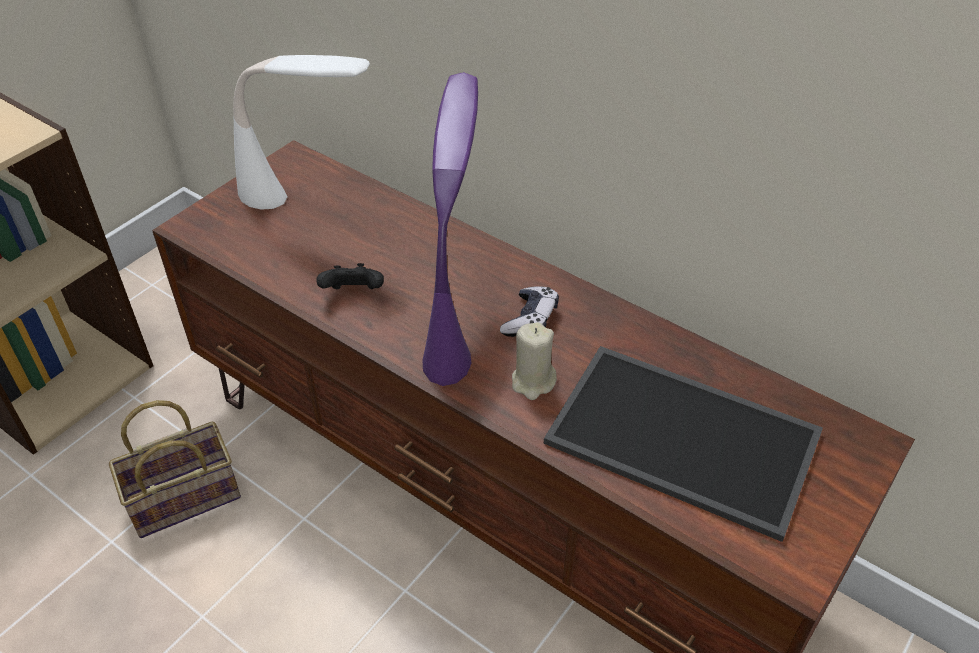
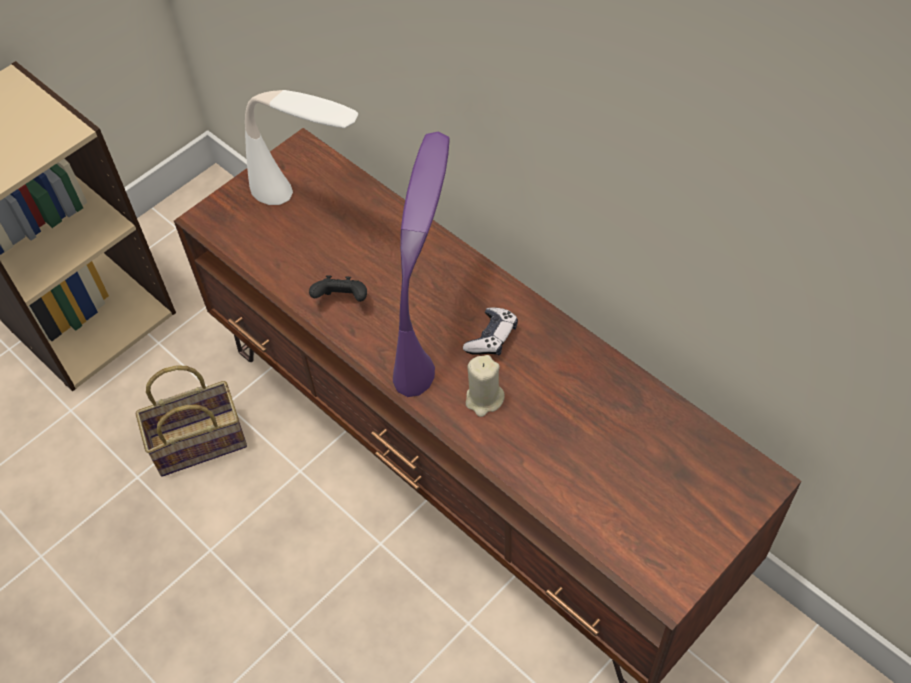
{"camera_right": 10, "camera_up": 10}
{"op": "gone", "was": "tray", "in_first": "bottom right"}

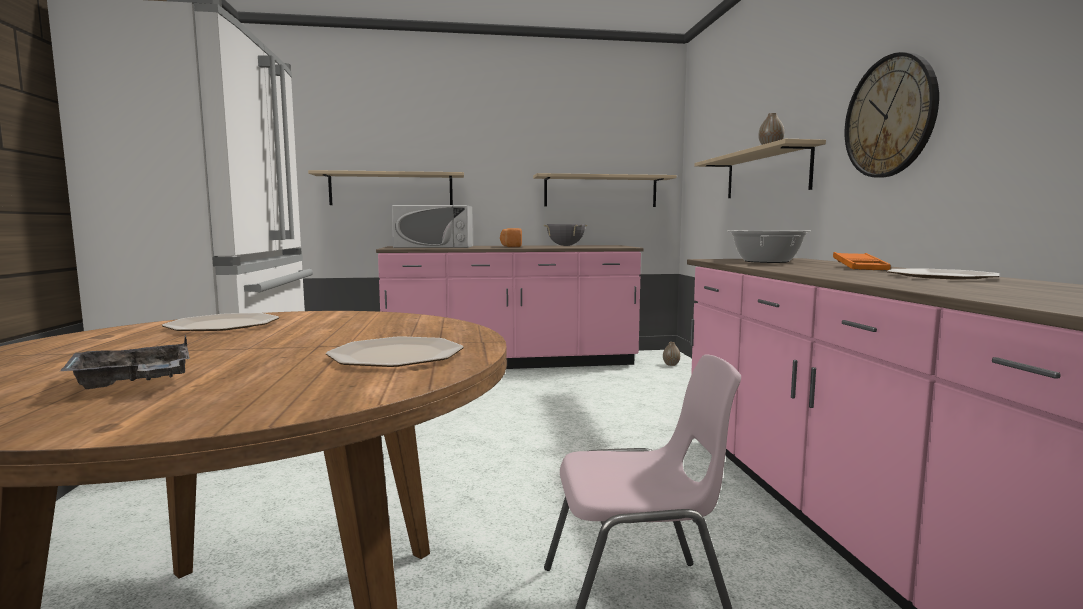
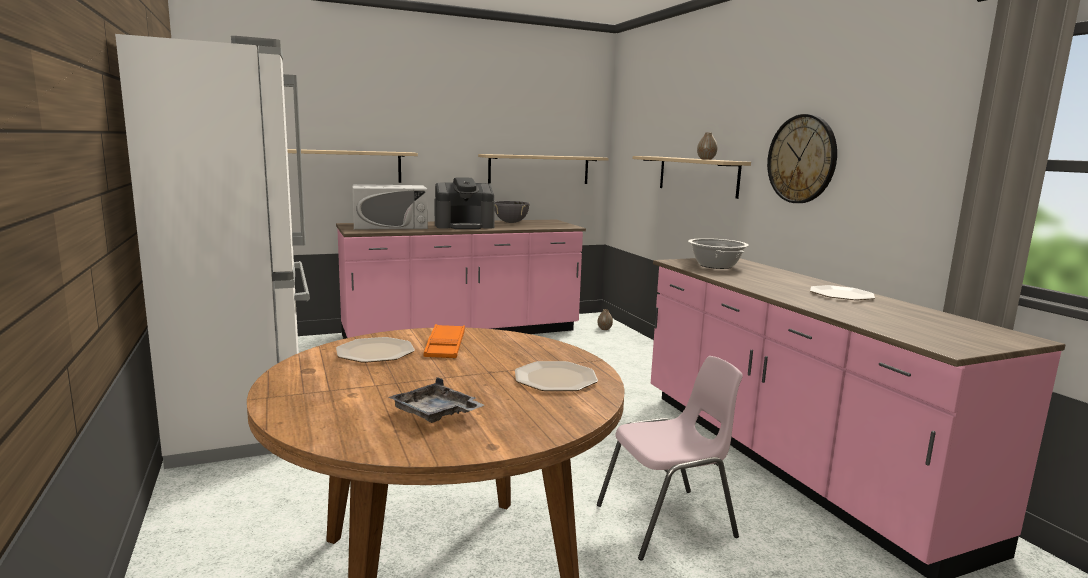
{"camera_right": -15, "camera_up": 5}
{"op": "swapped", "was": "bread", "now": "coffee machine", "in_first": "centre", "in_second": "centre"}
{"op": "shifted", "was": "orange tray", "in_first": "middle right", "in_second": "centre"}

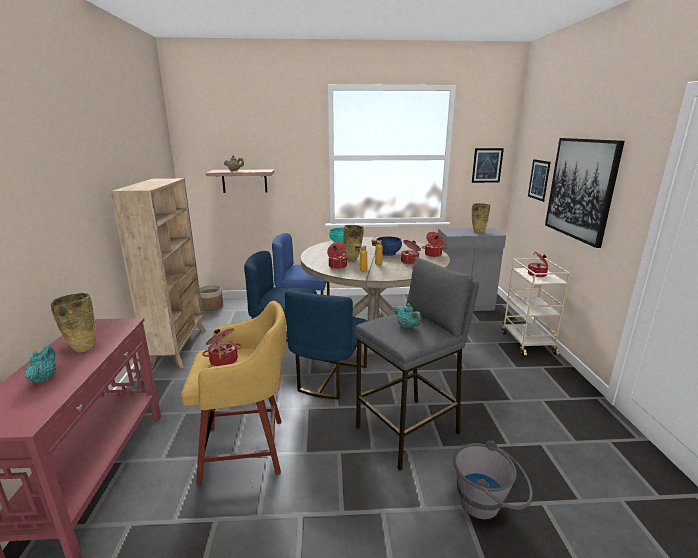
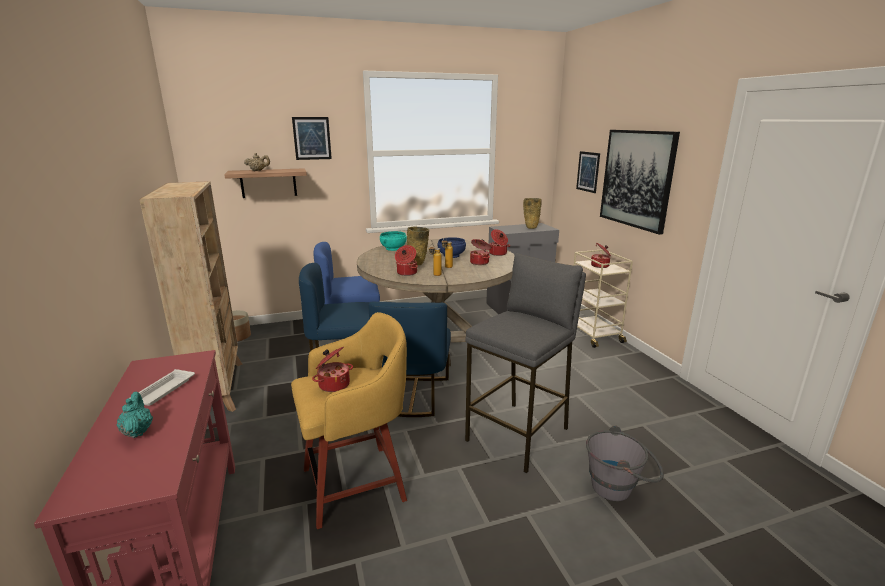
{"camera_right": -15, "camera_up": 0}
{"op": "shifted", "was": "picture (no. 1 from left)", "in_first": "top right", "in_second": "top centre"}
{"op": "swapped", "was": "beige vase (no. 1 from left)", "now": "white tray", "in_first": "middle left", "in_second": "middle left"}
{"op": "gone", "was": "turquoise teapot (no. 2 from left)", "in_first": "centre"}

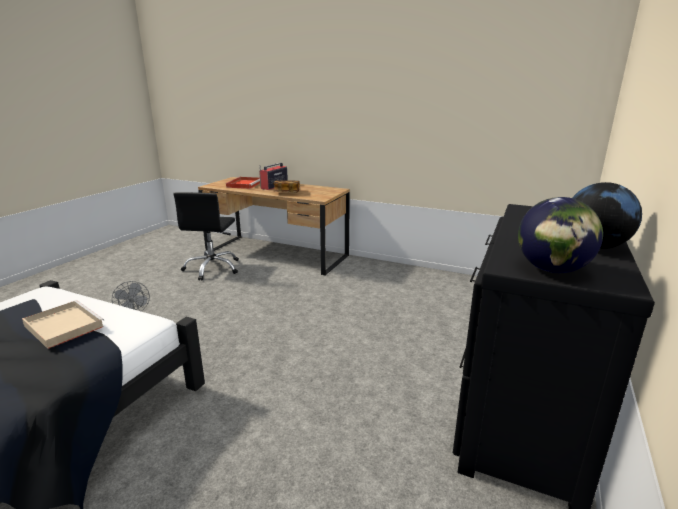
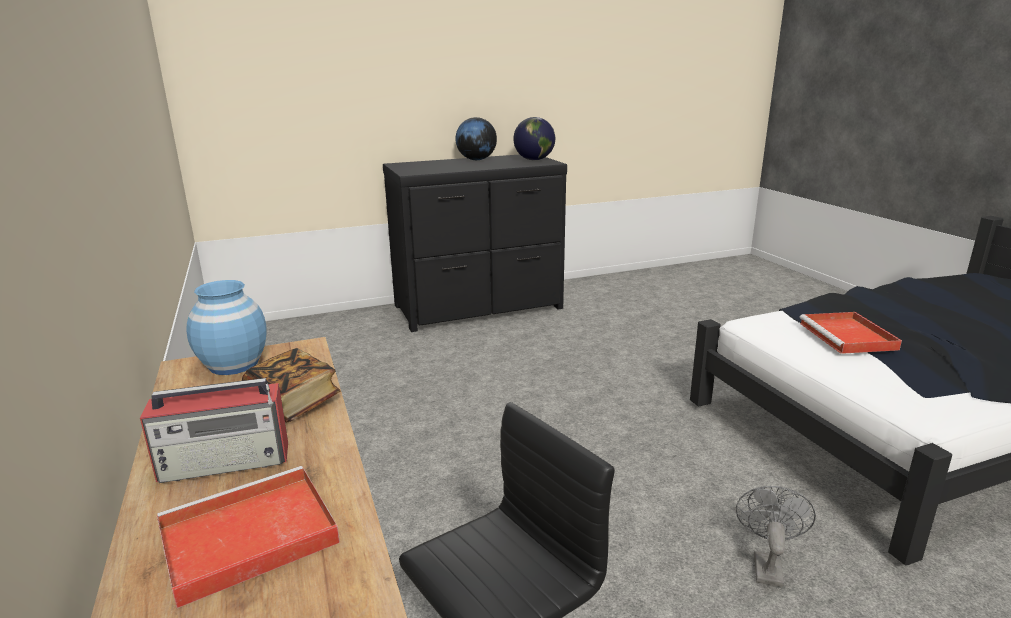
{"camera_right": -135, "camera_up": 0}
{"op": "repainted", "was": "beige tray", "now": "red tray (no. 2 from left)", "in_first": "middle left", "in_second": "middle right"}
{"op": "new", "now": "blue vase", "in_second": "middle left"}

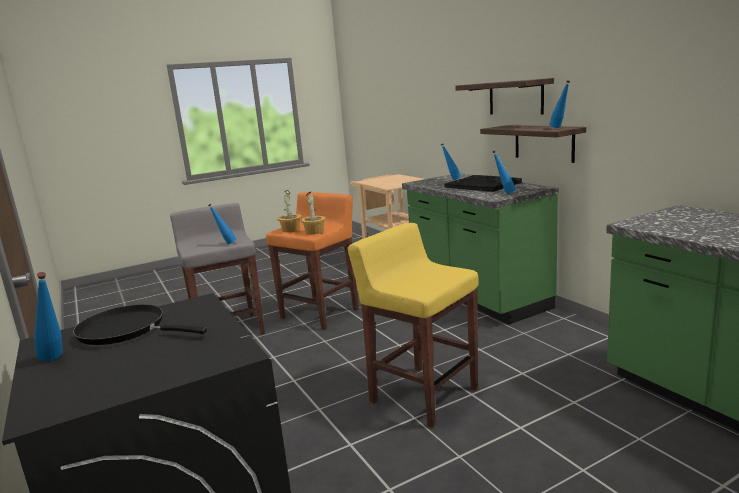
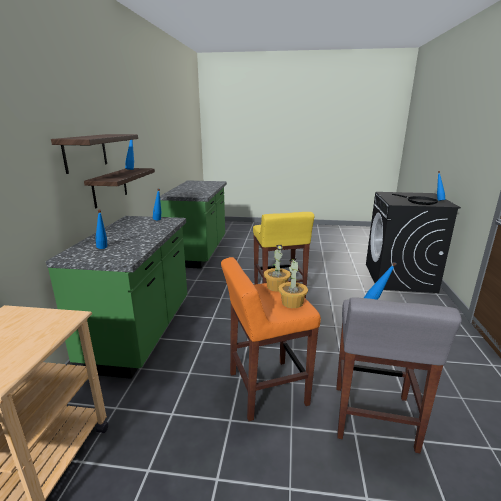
{"camera_right": -145, "camera_up": 5}
{"op": "gone", "was": "black tray", "in_first": "centre"}

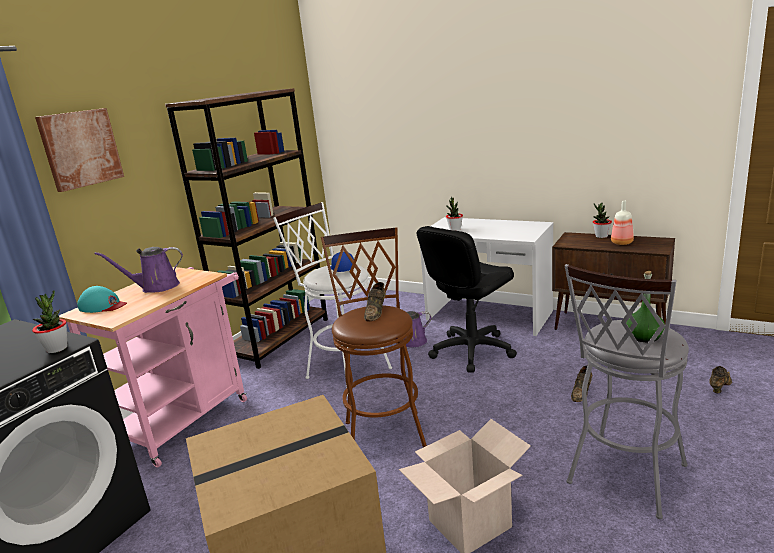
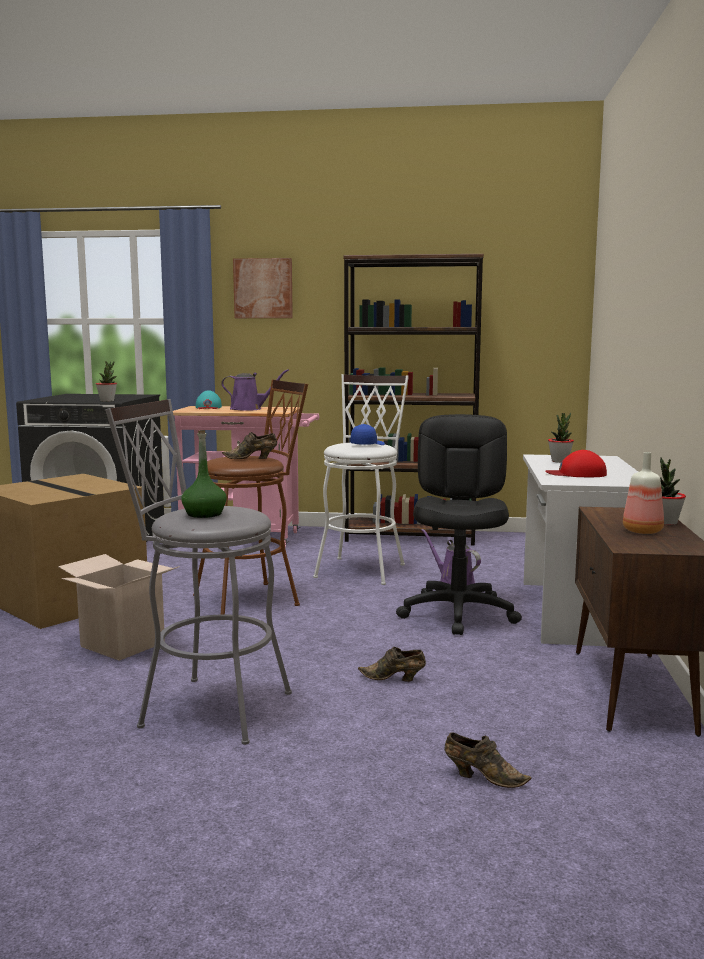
{"camera_right": 65, "camera_up": -10}
{"op": "rotated", "was": "black office chair", "in_first": "centre", "in_second": "centre", "clockwise": 75}
{"op": "rotated", "was": "purple watering can (no. 1 from left)", "in_first": "middle left", "in_second": "centre", "clockwise": 135}
{"op": "new", "now": "red cap", "in_second": "middle right"}

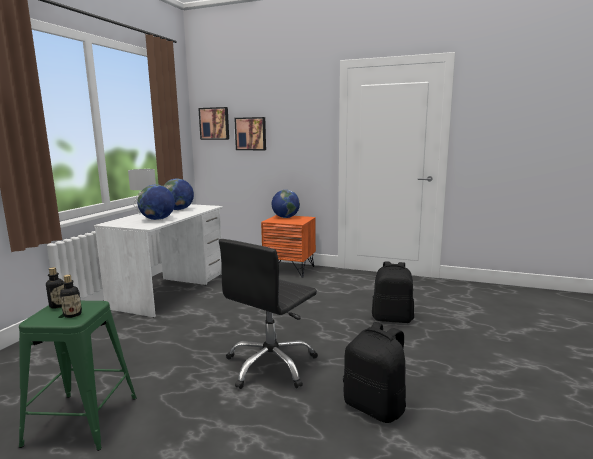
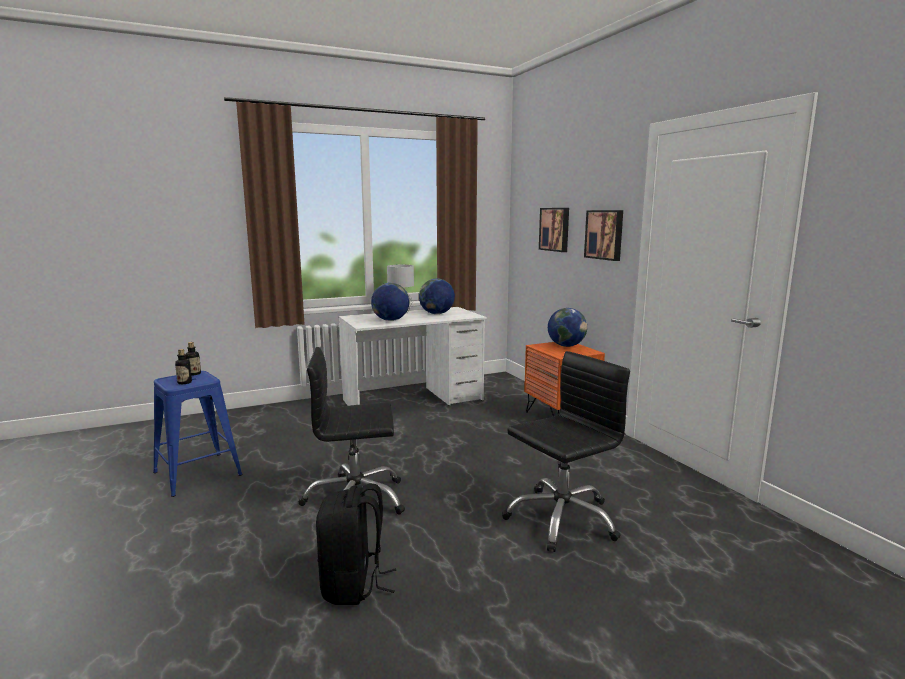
{"camera_right": 45, "camera_up": 0}
{"op": "shifted", "was": "picture (no. 1 from left in the first image)", "now": "picture (no. 2 from left)", "in_first": "top centre", "in_second": "centre"}
{"op": "swapped", "was": "black backpack (no. 2 from left)", "now": "black office chair (no. 2 from left)", "in_first": "centre", "in_second": "centre"}
{"op": "repainted", "was": "green stool", "now": "blue stool", "in_first": "bottom left", "in_second": "middle left"}

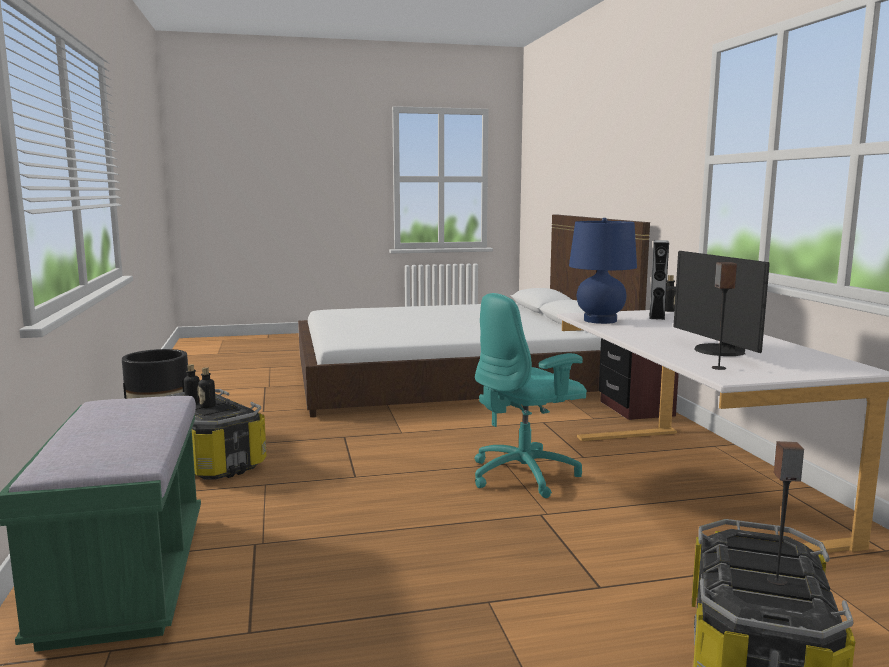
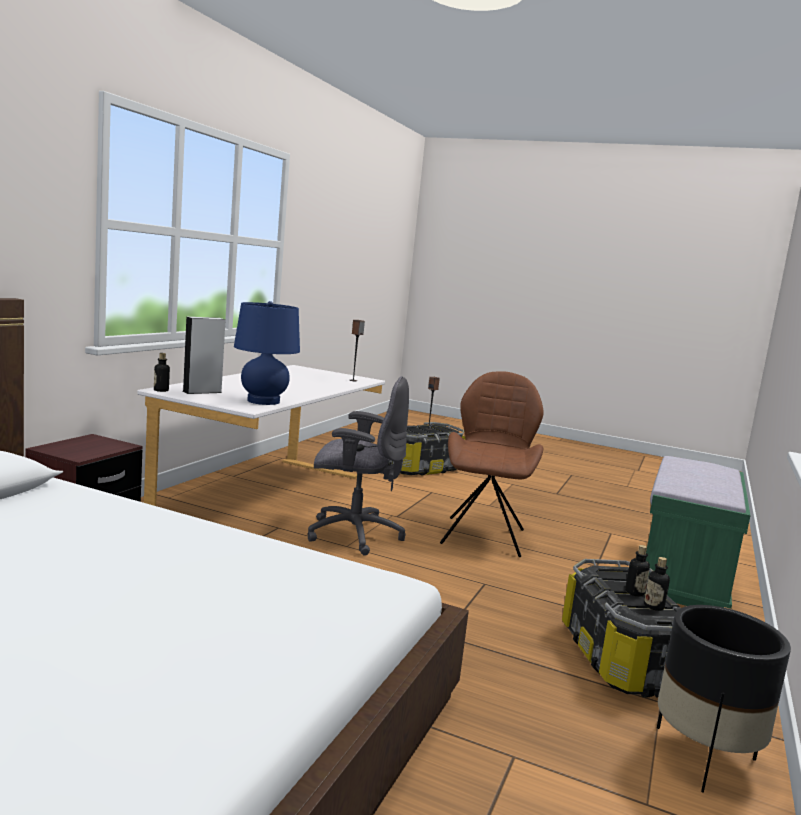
{"camera_right": -145, "camera_up": 0}
{"op": "gone", "was": "monitor", "in_first": "middle right"}
{"op": "repainted", "was": "turquoise office chair", "now": "grey office chair", "in_first": "centre", "in_second": "centre"}
{"op": "new", "now": "brown chair", "in_second": "centre"}

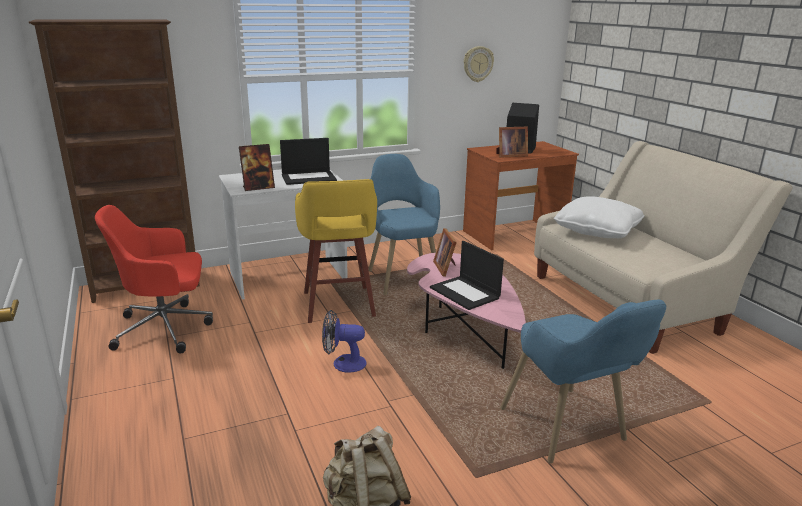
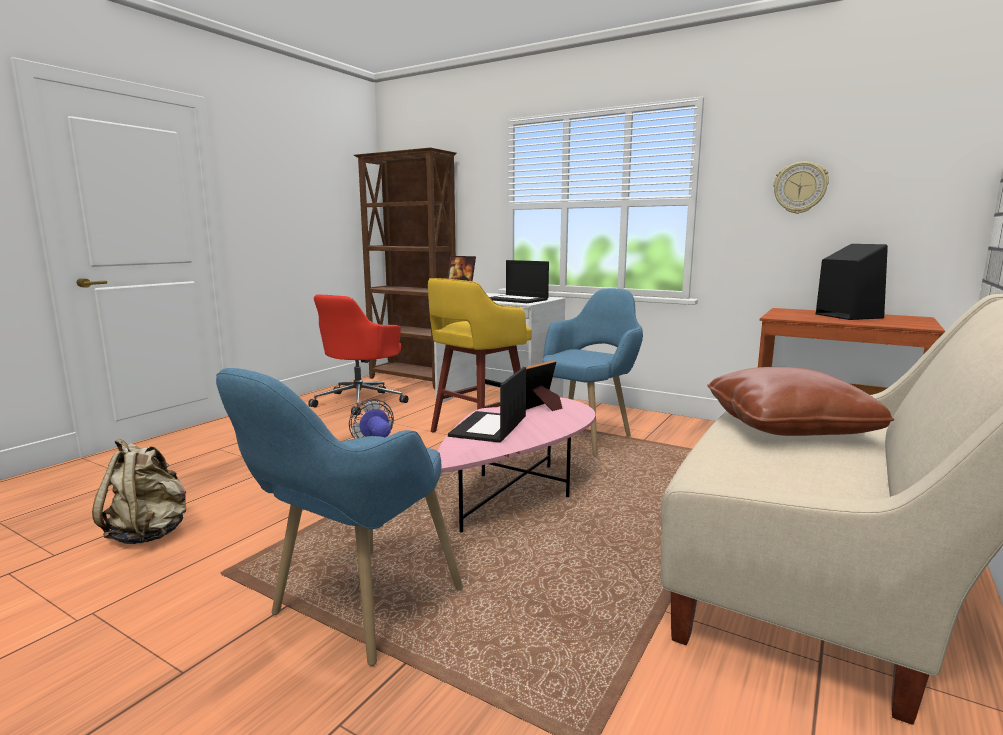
{"camera_right": 55, "camera_up": -10}
{"op": "gone", "was": "picture frame (no. 3 from left)", "in_first": "top centre"}
{"op": "repainted", "was": "white pillow", "now": "brown pillow", "in_first": "middle right", "in_second": "middle right"}
{"op": "rotated", "was": "red office chair", "in_first": "middle left", "in_second": "centre", "clockwise": -105}

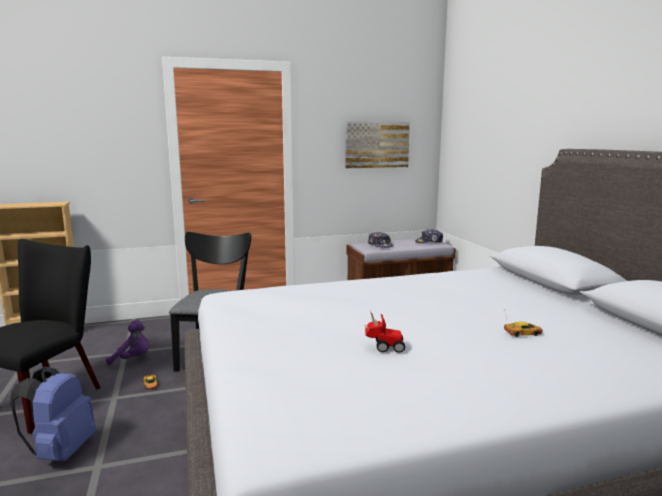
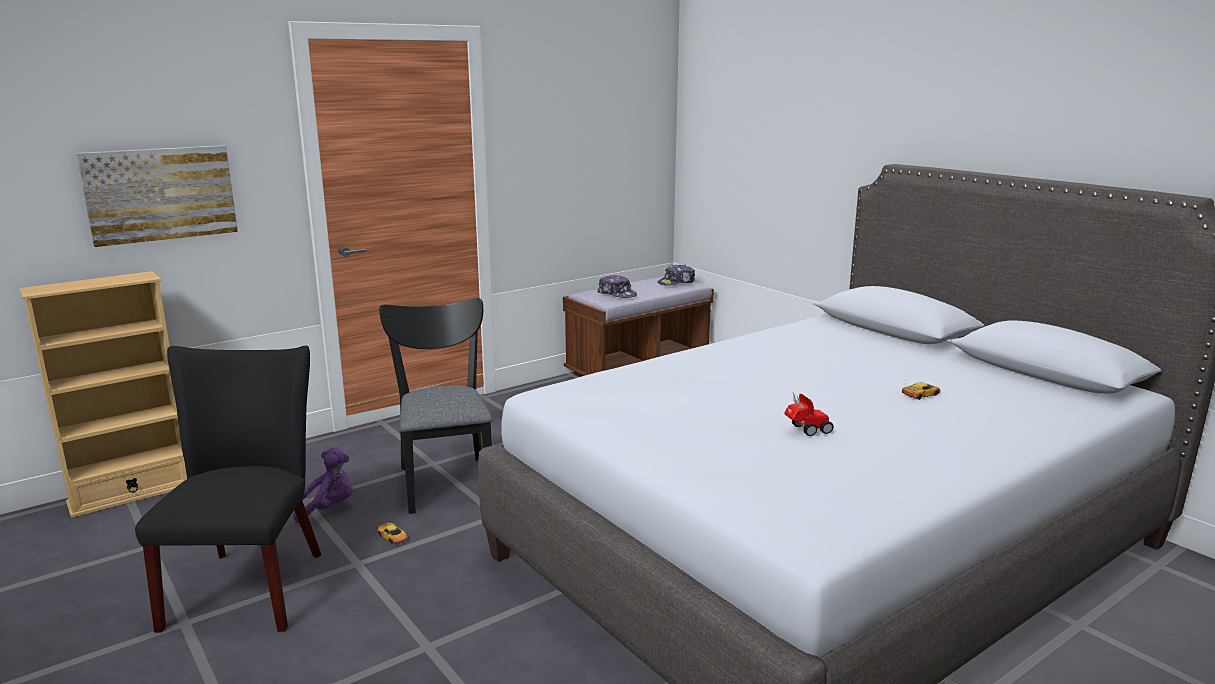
{"camera_right": -20, "camera_up": 5}
{"op": "shifted", "was": "picture", "in_first": "top centre", "in_second": "top left"}
{"op": "gone", "was": "blue backpack", "in_first": "bottom left"}

